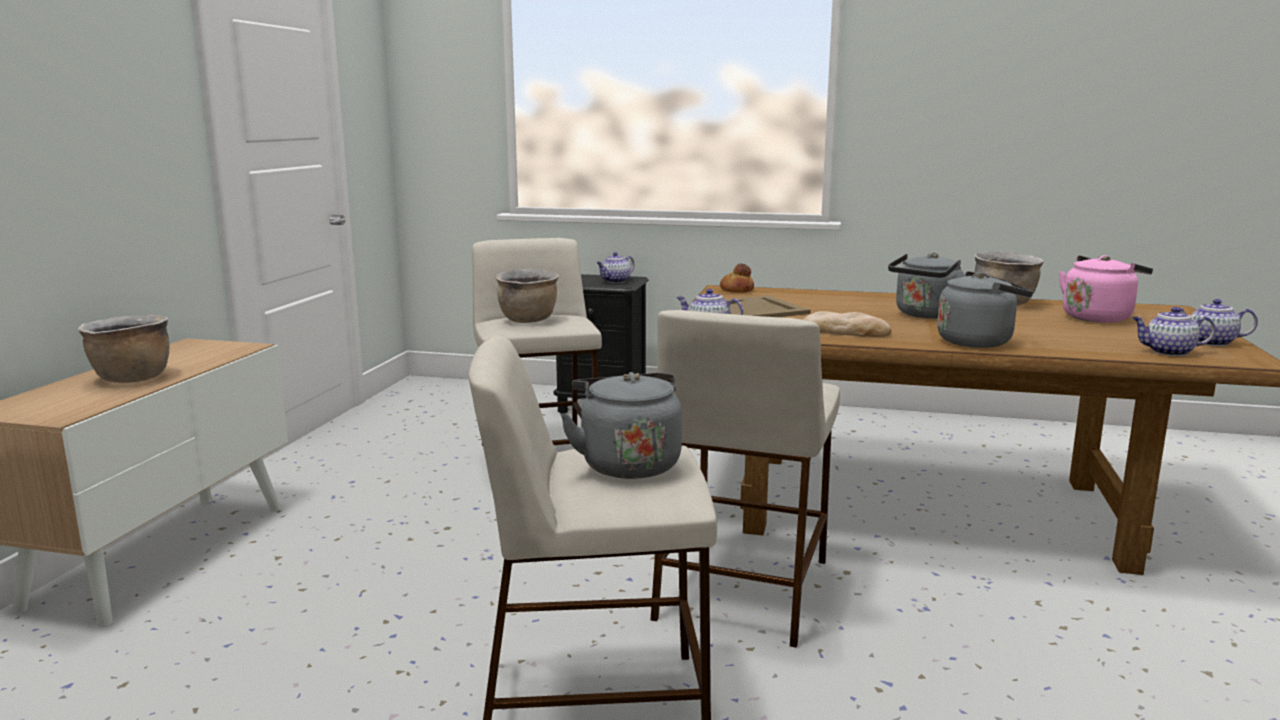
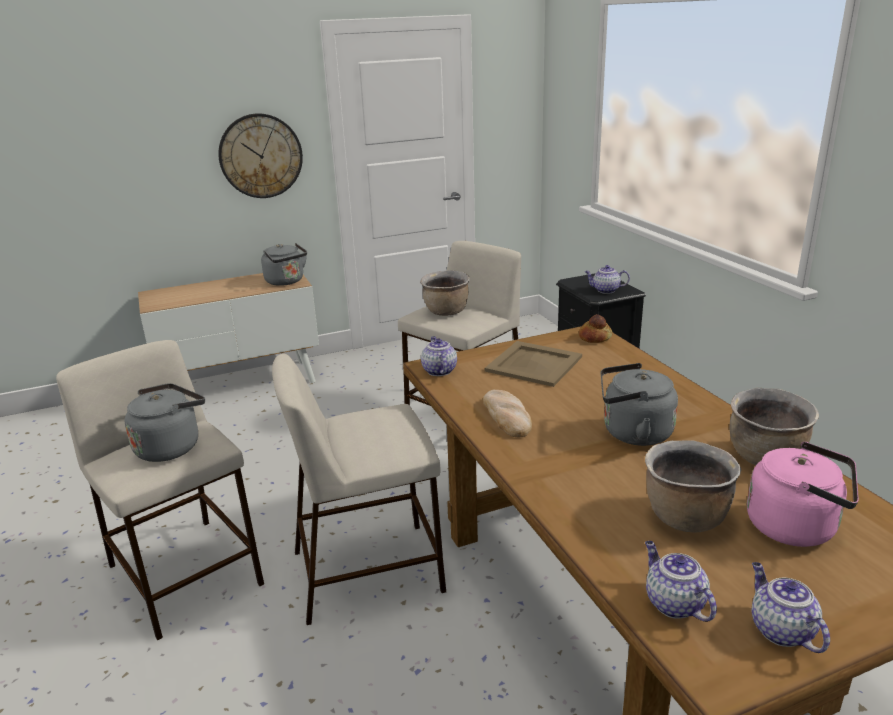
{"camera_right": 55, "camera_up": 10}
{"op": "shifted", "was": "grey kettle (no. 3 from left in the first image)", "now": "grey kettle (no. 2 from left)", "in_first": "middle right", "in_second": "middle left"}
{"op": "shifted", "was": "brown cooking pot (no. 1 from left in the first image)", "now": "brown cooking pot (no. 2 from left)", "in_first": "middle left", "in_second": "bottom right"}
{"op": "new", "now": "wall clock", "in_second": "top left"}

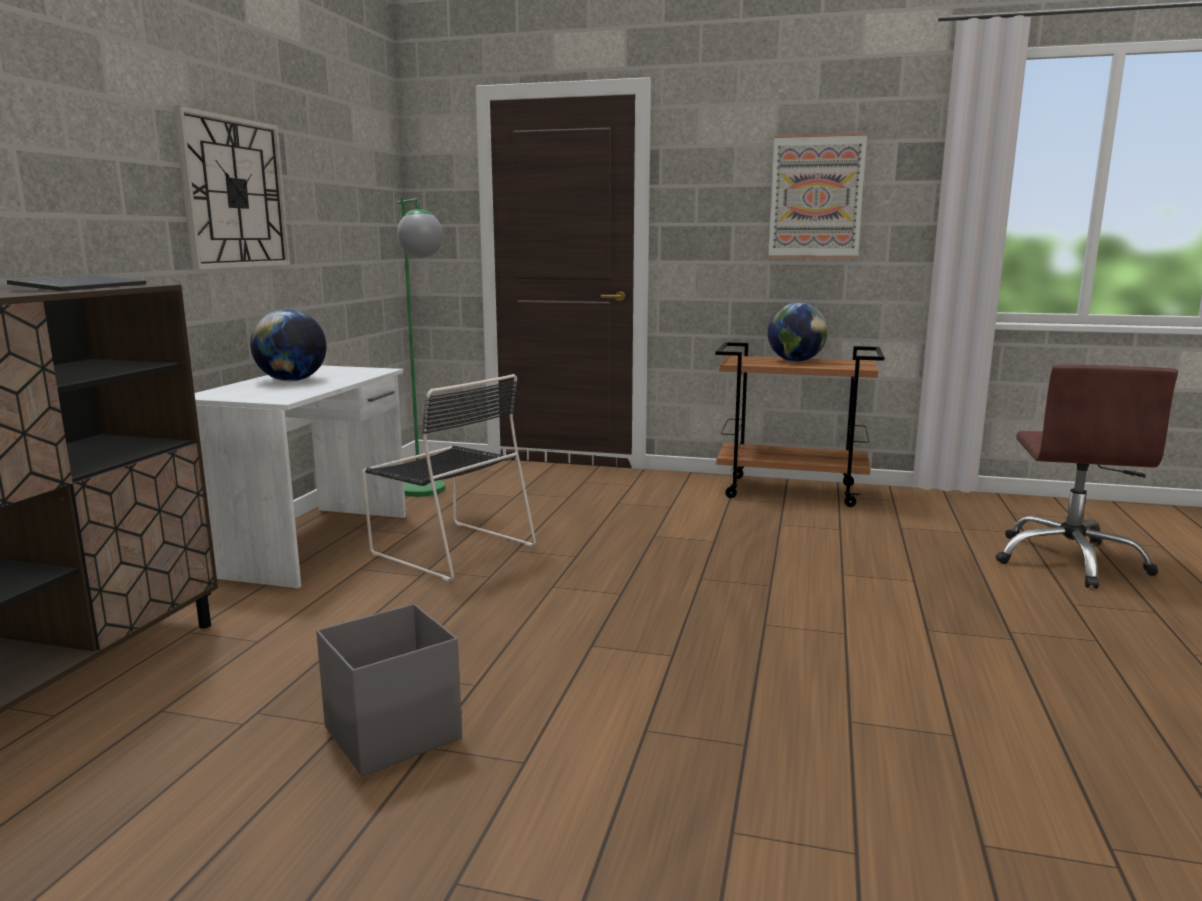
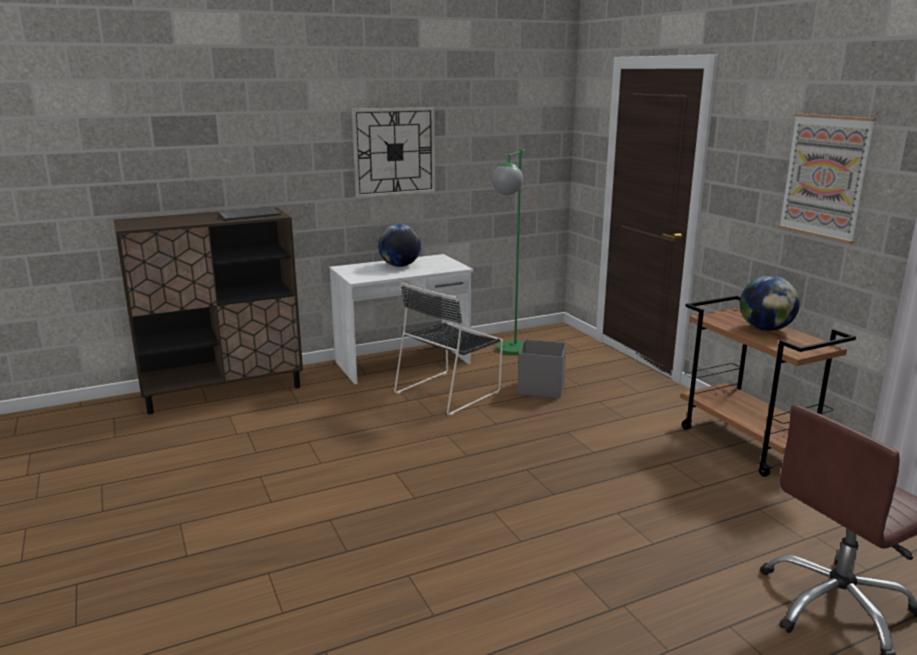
{"camera_right": 50, "camera_up": 5}
{"op": "rotated", "was": "black chair", "in_first": "centre", "in_second": "centre", "clockwise": 45}
{"op": "shifted", "was": "grey storage box", "in_first": "bottom left", "in_second": "centre"}

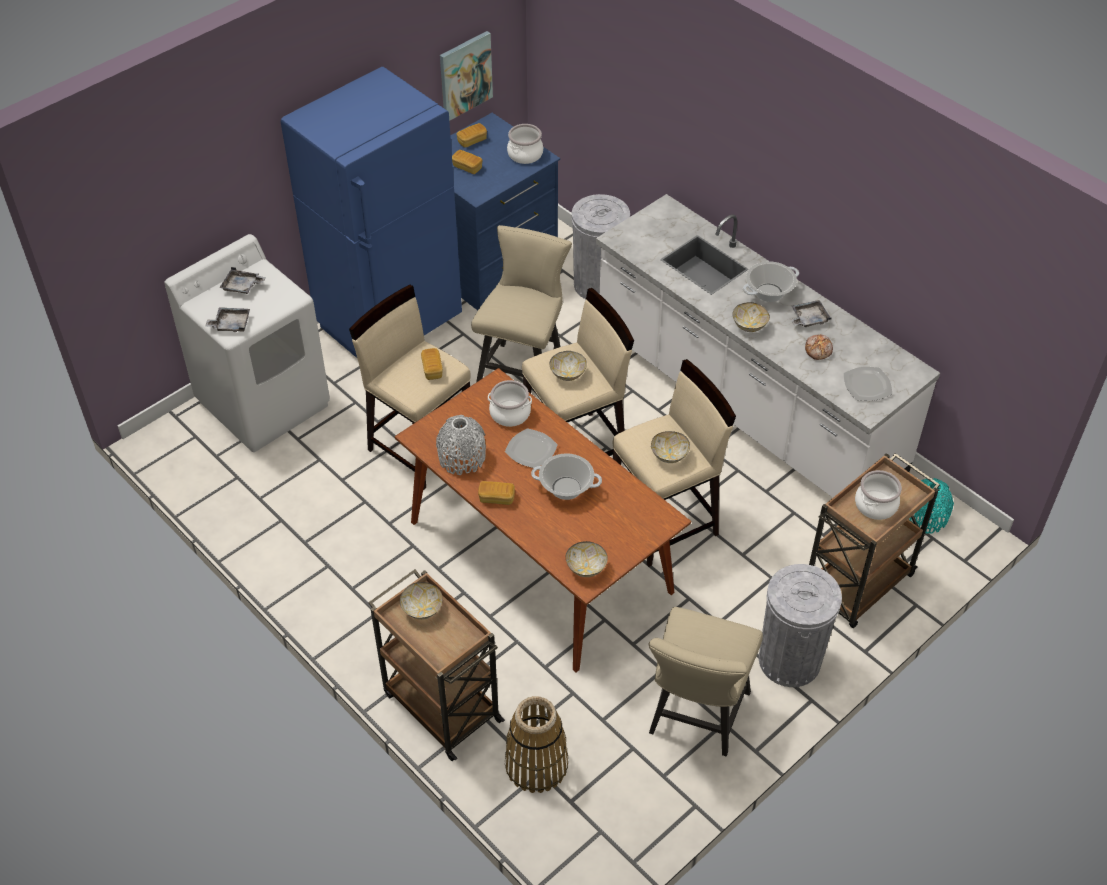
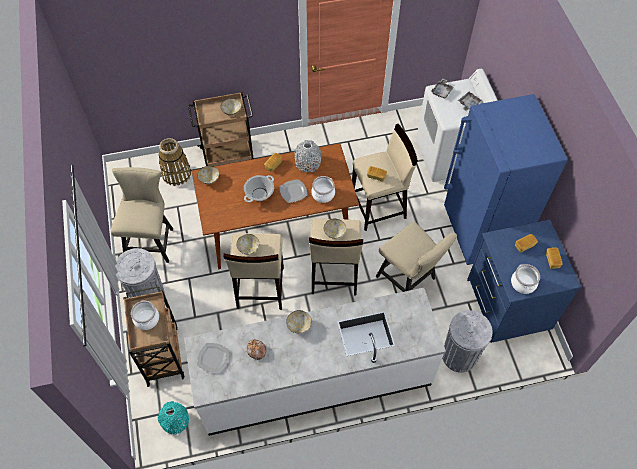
{"camera_right": 120, "camera_up": 10}
{"op": "gone", "was": "picture", "in_first": "top centre"}
{"op": "gone", "was": "cooking pot (no. 4 from left)", "in_first": "top right"}
{"op": "gone", "was": "grey tray (no. 3 from left)", "in_first": "middle right"}
{"op": "rotated", "was": "beige chair (no. 2 from left in the first image)", "in_first": "bottom centre", "in_second": "middle left", "clockwise": 45}

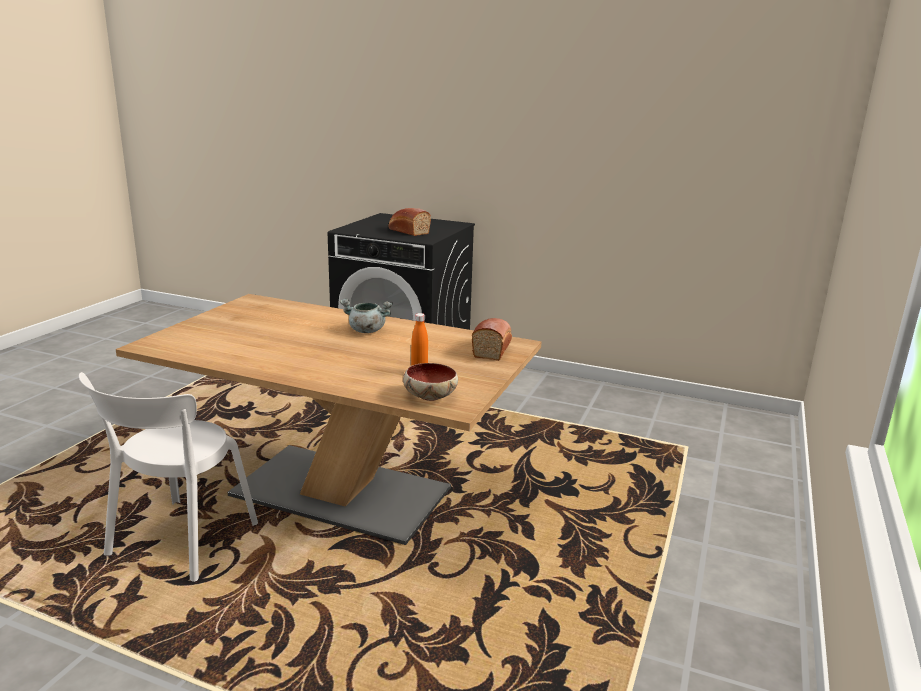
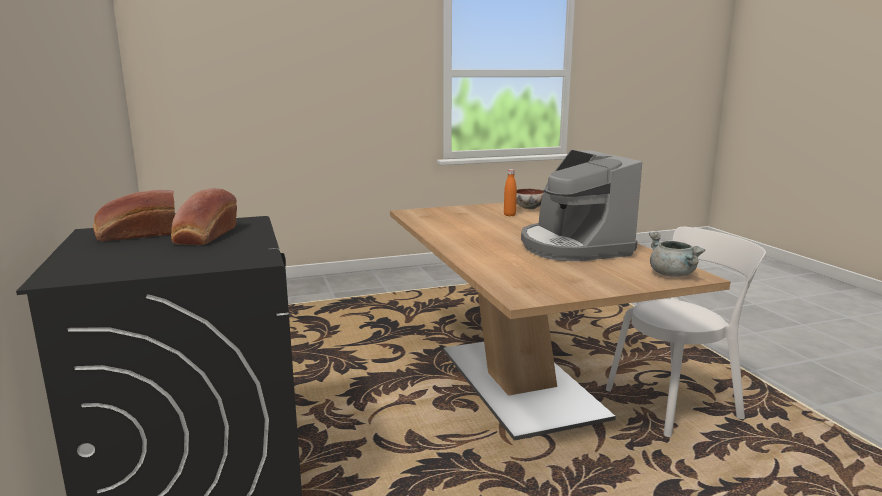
{"camera_right": -130, "camera_up": -5}
{"op": "shifted", "was": "grey cooking pot", "in_first": "centre", "in_second": "middle right"}
{"op": "shifted", "was": "bread (no. 2 from left in the first image)", "now": "bread (no. 1 from left)", "in_first": "centre", "in_second": "middle left"}
{"op": "new", "now": "coffee machine", "in_second": "centre"}

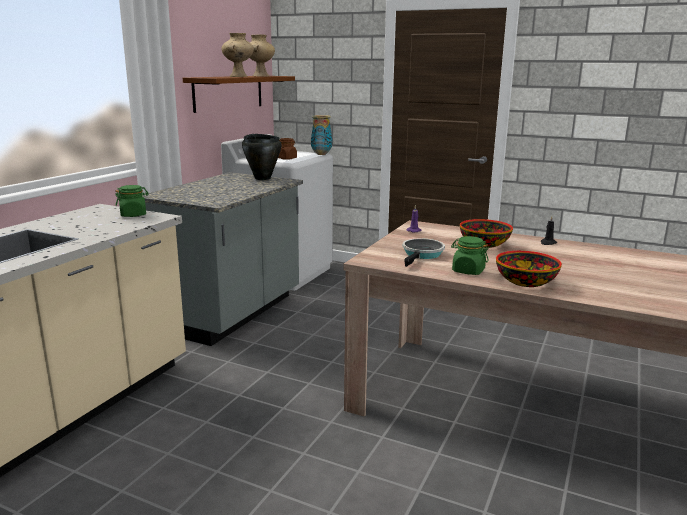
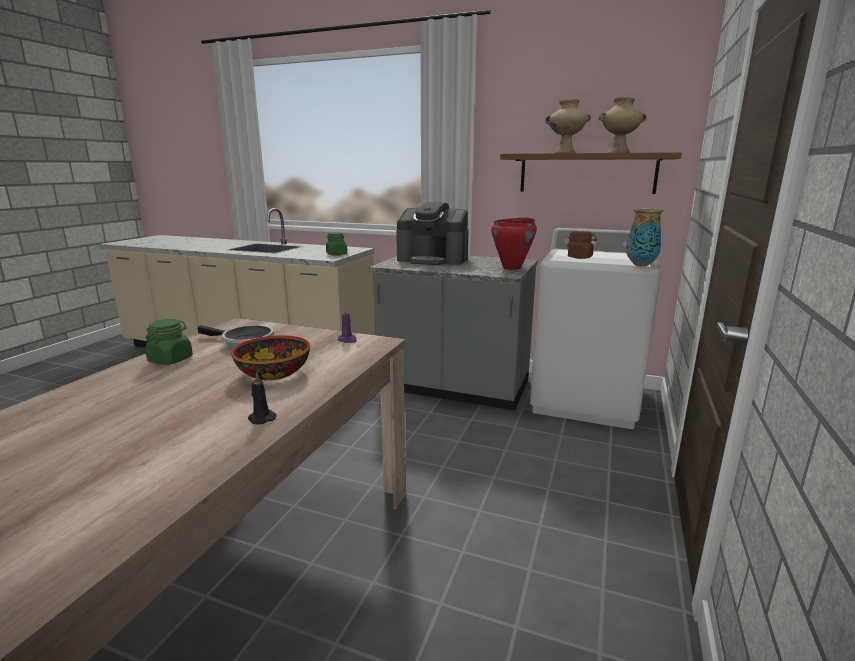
{"camera_right": 85, "camera_up": 0}
{"op": "repainted", "was": "black cooking pot", "now": "red cooking pot", "in_first": "top centre", "in_second": "centre"}
{"op": "gone", "was": "bowl (no. 2 from left)", "in_first": "middle right"}
{"op": "new", "now": "coffee machine", "in_second": "centre"}

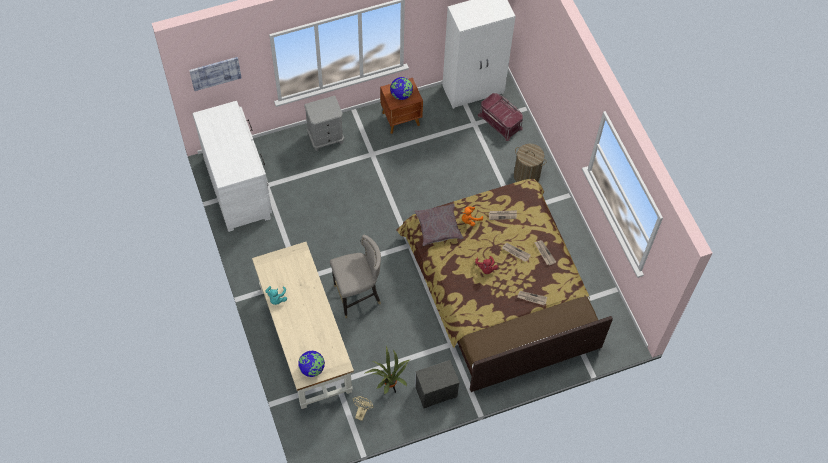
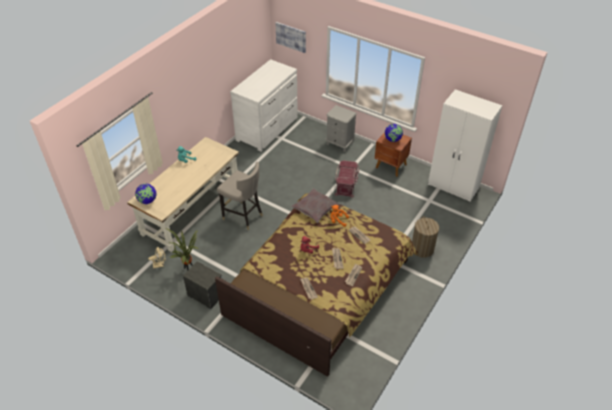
{"camera_right": 55, "camera_up": -15}
{"op": "shifted", "was": "red storage box", "in_first": "top centre", "in_second": "centre"}

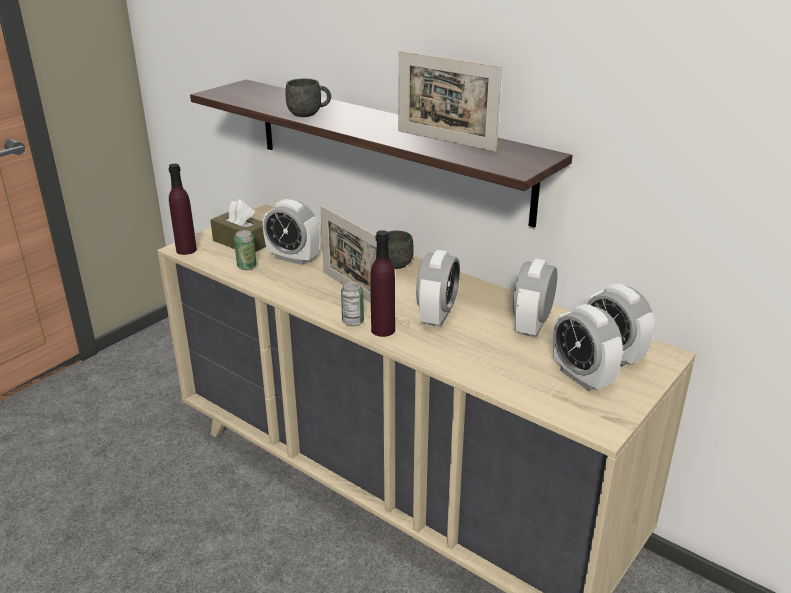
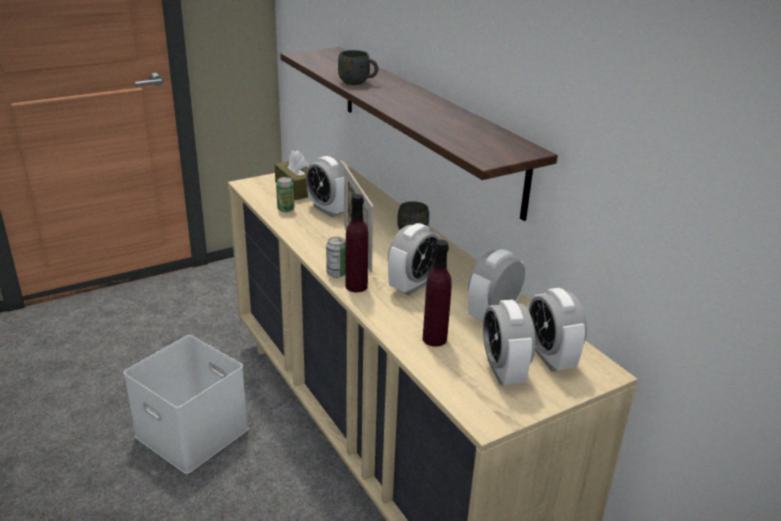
{"camera_right": 20, "camera_up": 0}
{"op": "gone", "was": "picture frame (no. 2 from left)", "in_first": "top centre"}
{"op": "shifted", "was": "purple bottle (no. 1 from left in the first image)", "now": "purple bottle (no. 2 from left)", "in_first": "middle left", "in_second": "centre"}
{"op": "new", "now": "white storage box", "in_second": "bottom left"}

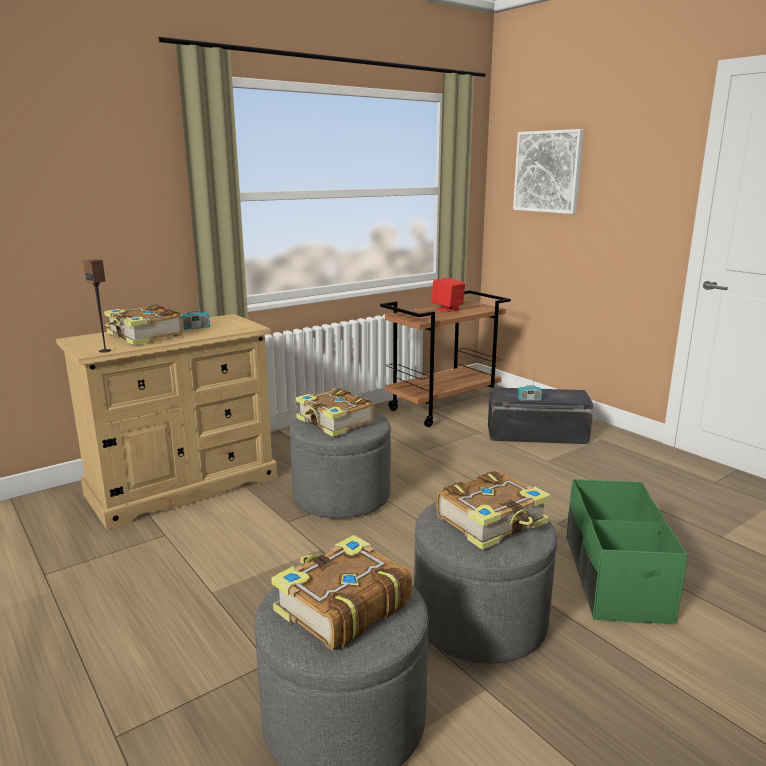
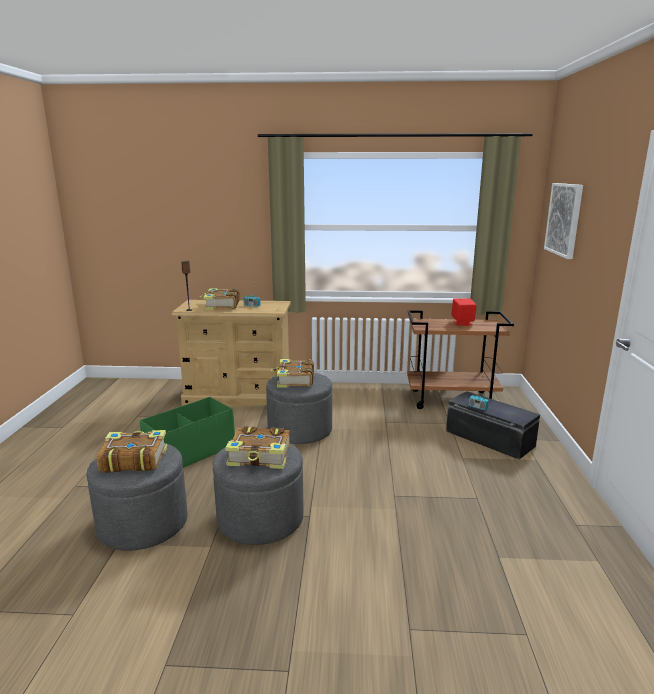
{"camera_right": 40, "camera_up": 0}
{"op": "shifted", "was": "green storage box", "in_first": "bottom right", "in_second": "middle left"}

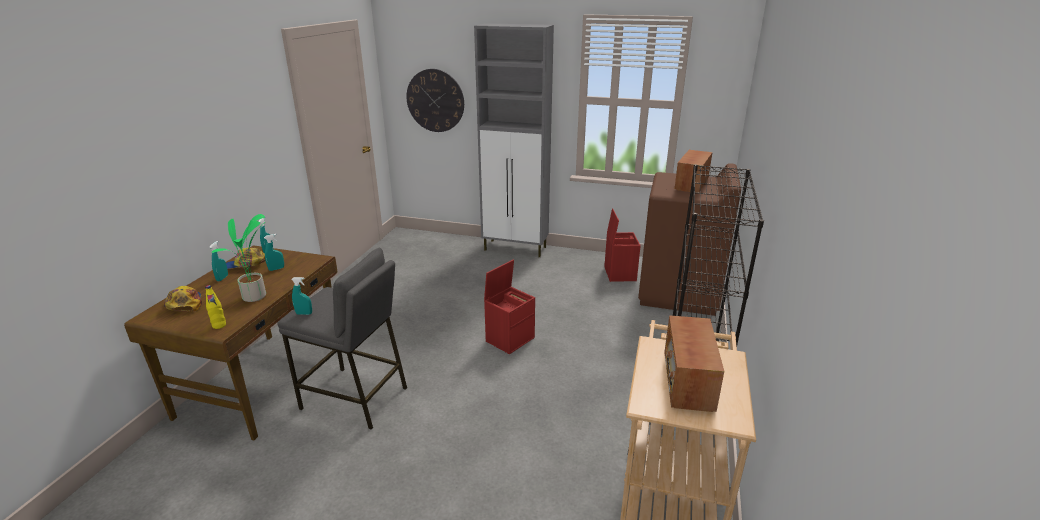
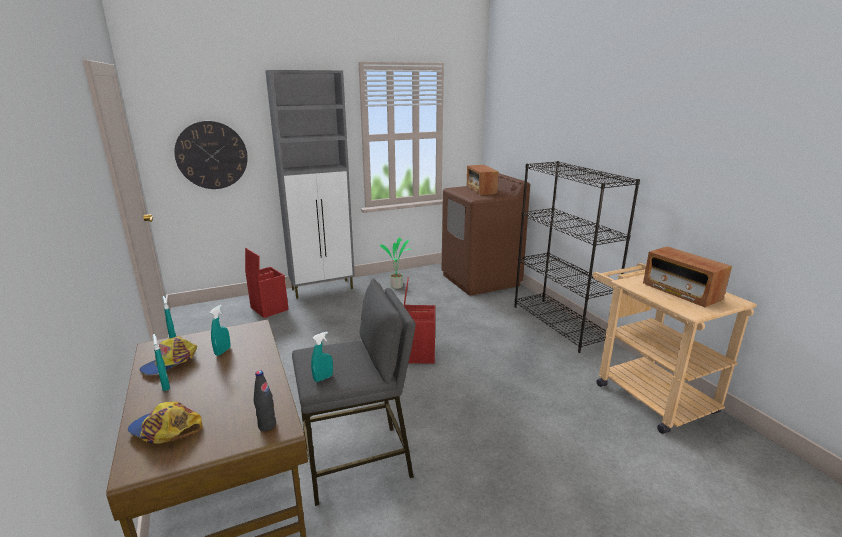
{"camera_right": -40, "camera_up": -5}
{"op": "shifted", "was": "red storage box (no. 2 from left in the first image)", "now": "red storage box (no. 1 from left)", "in_first": "centre", "in_second": "middle left"}
{"op": "shifted", "was": "potted plant", "in_first": "middle left", "in_second": "centre"}
{"op": "repainted", "was": "yellow bottle", "now": "black bottle", "in_first": "middle left", "in_second": "bottom left"}

